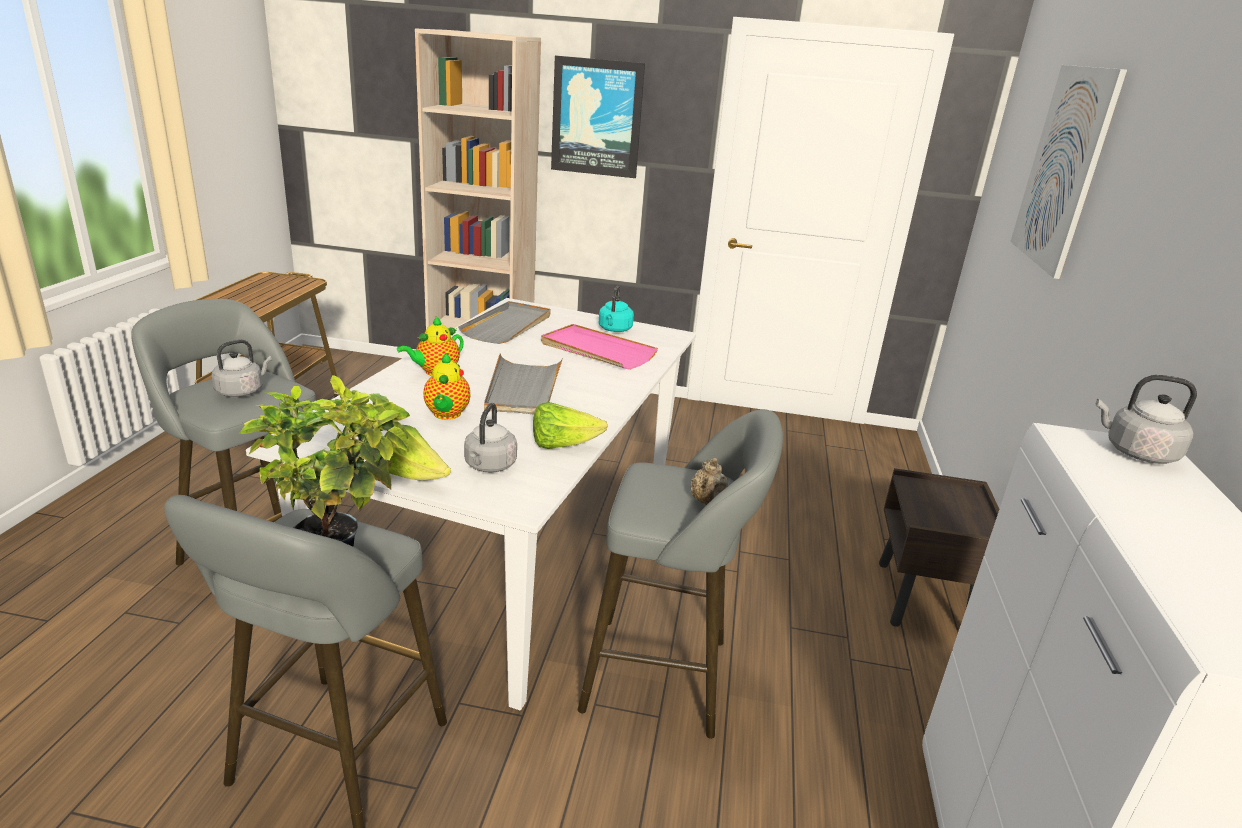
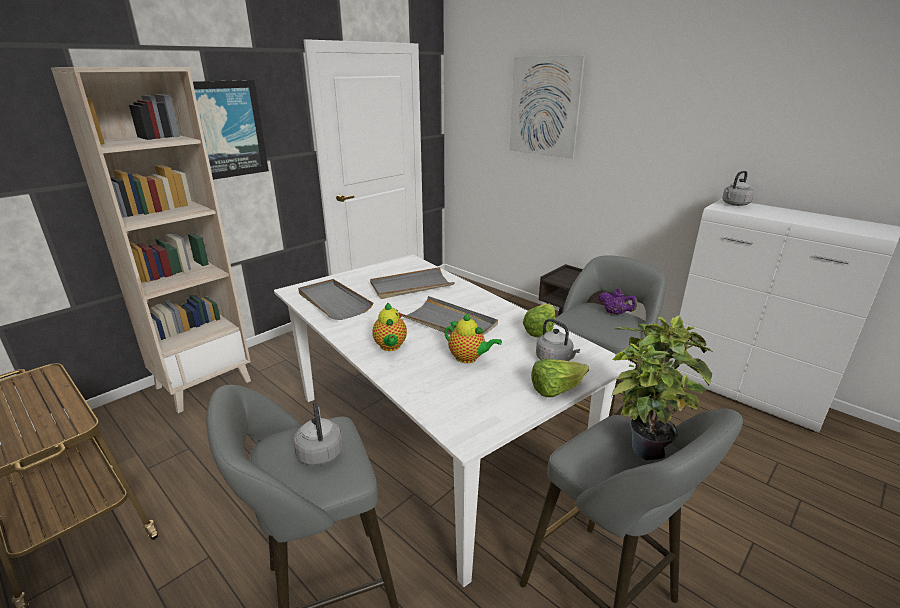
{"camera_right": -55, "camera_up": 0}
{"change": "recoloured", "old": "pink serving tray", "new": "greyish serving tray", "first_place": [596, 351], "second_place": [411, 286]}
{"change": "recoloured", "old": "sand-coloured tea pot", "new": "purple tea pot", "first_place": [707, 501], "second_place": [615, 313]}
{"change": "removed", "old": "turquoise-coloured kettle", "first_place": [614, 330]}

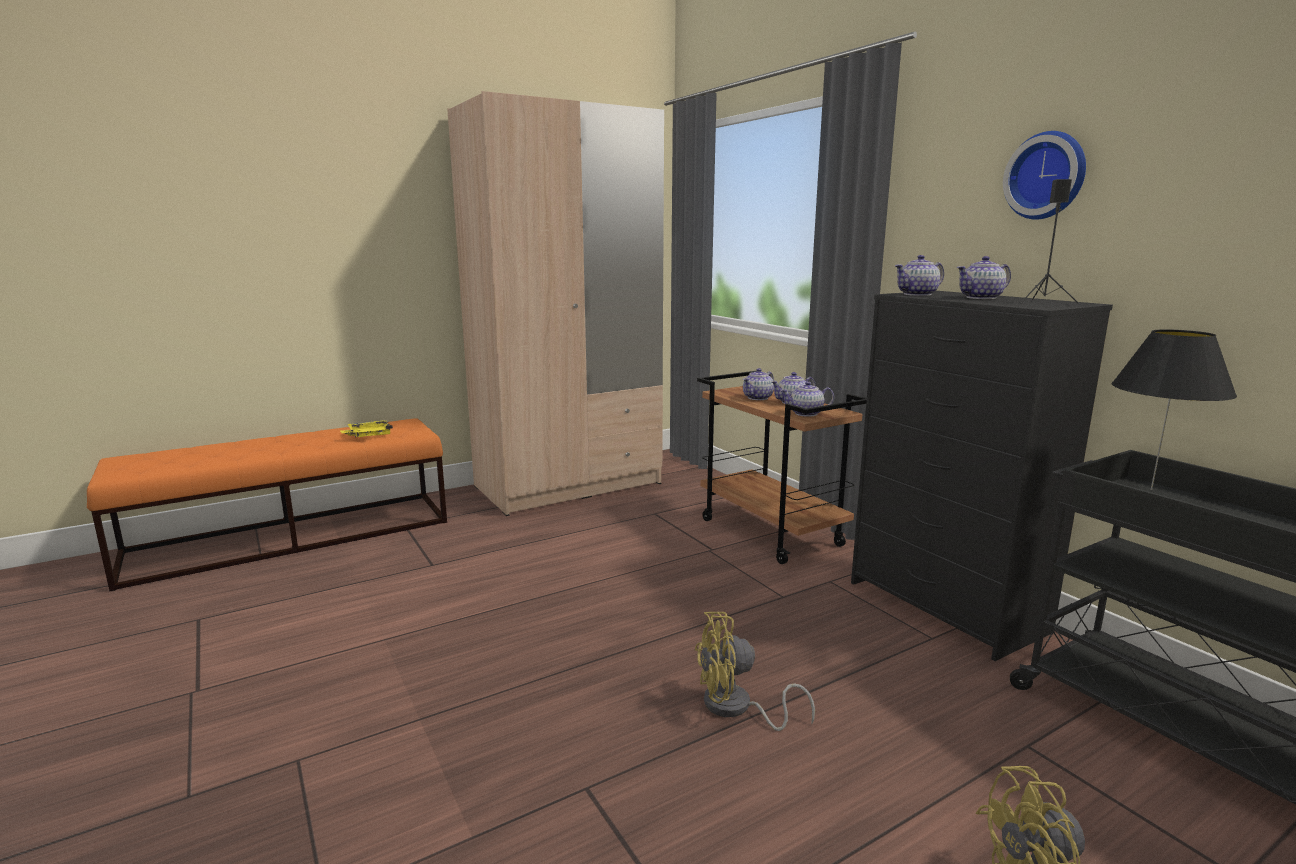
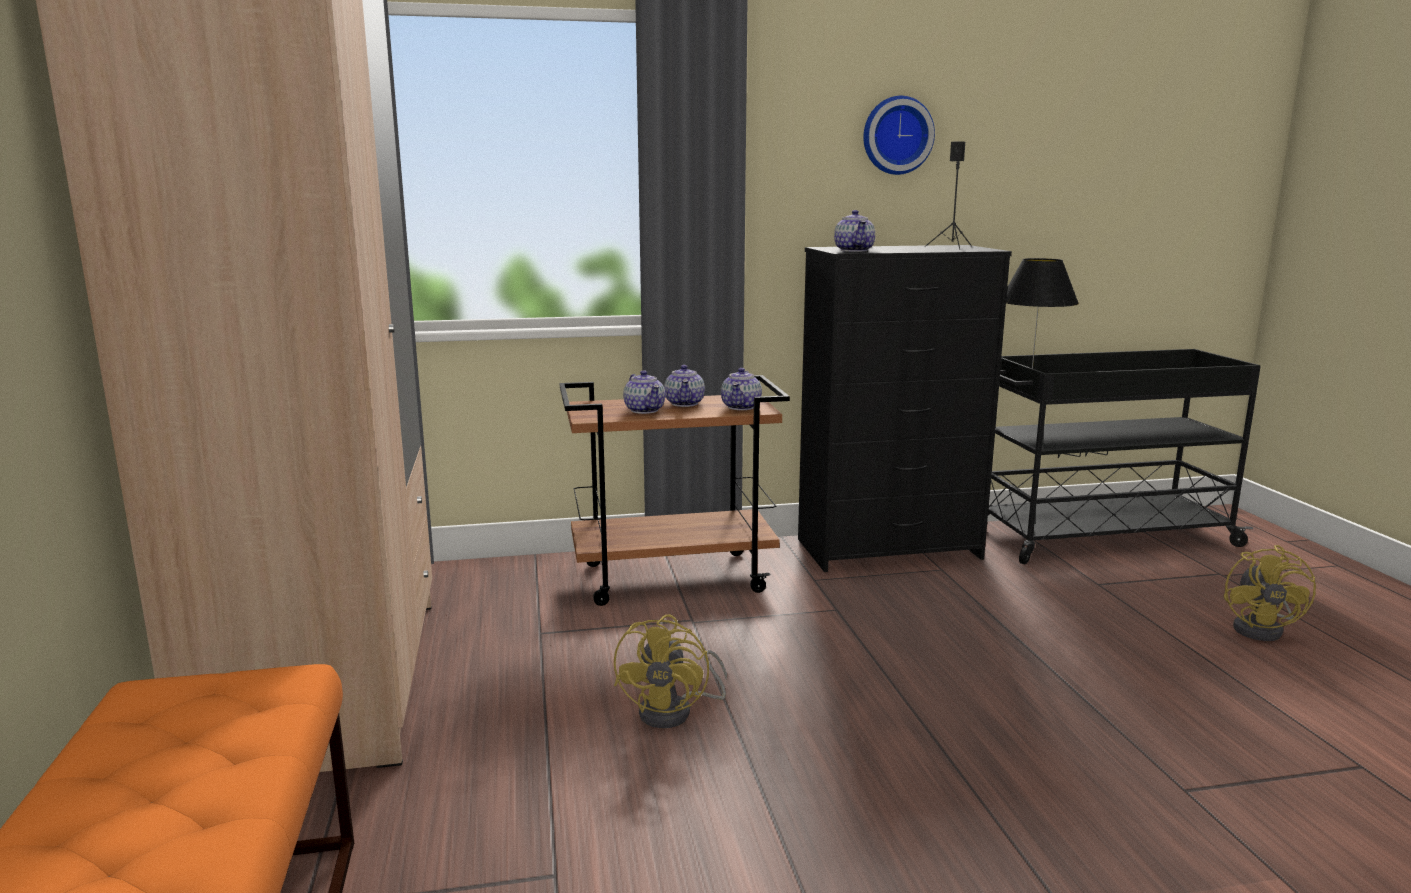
{"camera_right": -70, "camera_up": 0}
{"change": "moved", "old": "yellow cooling fan", "first_place": [736, 708], "second_place": [675, 712]}
{"change": "removed", "old": "yellow serving tray", "first_place": [368, 435]}
{"change": "removed", "old": "tea pot", "first_place": [981, 298]}

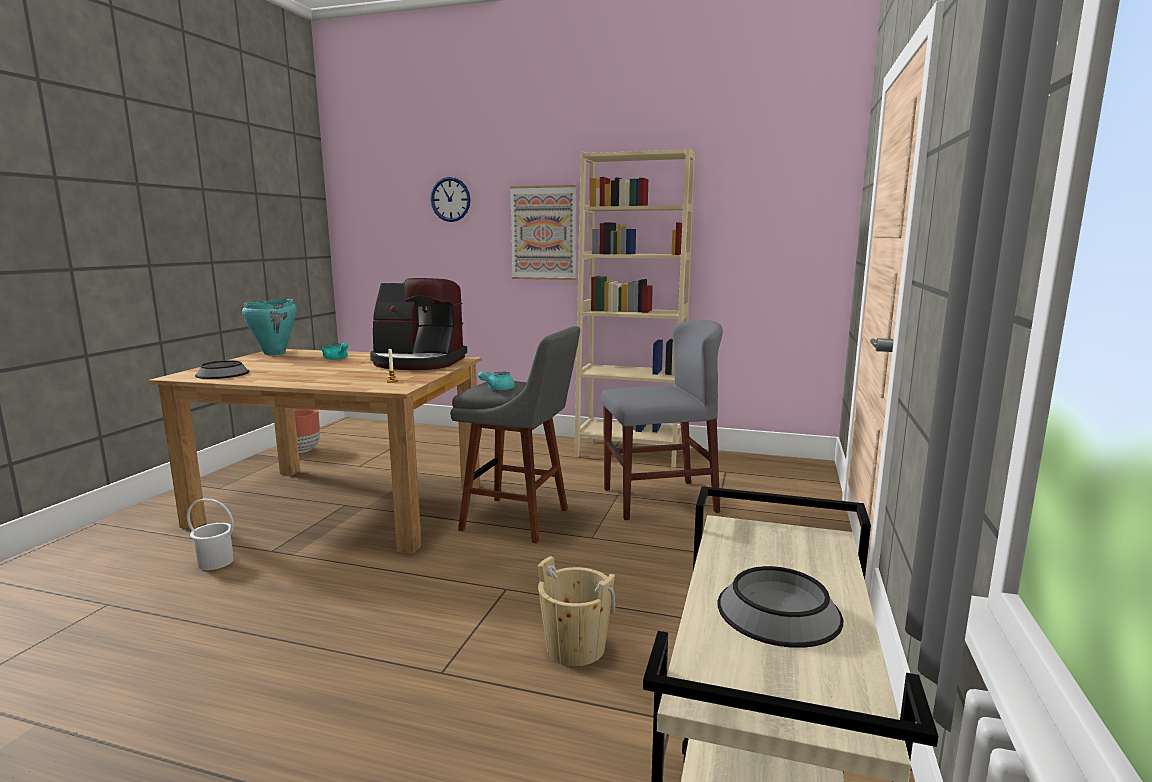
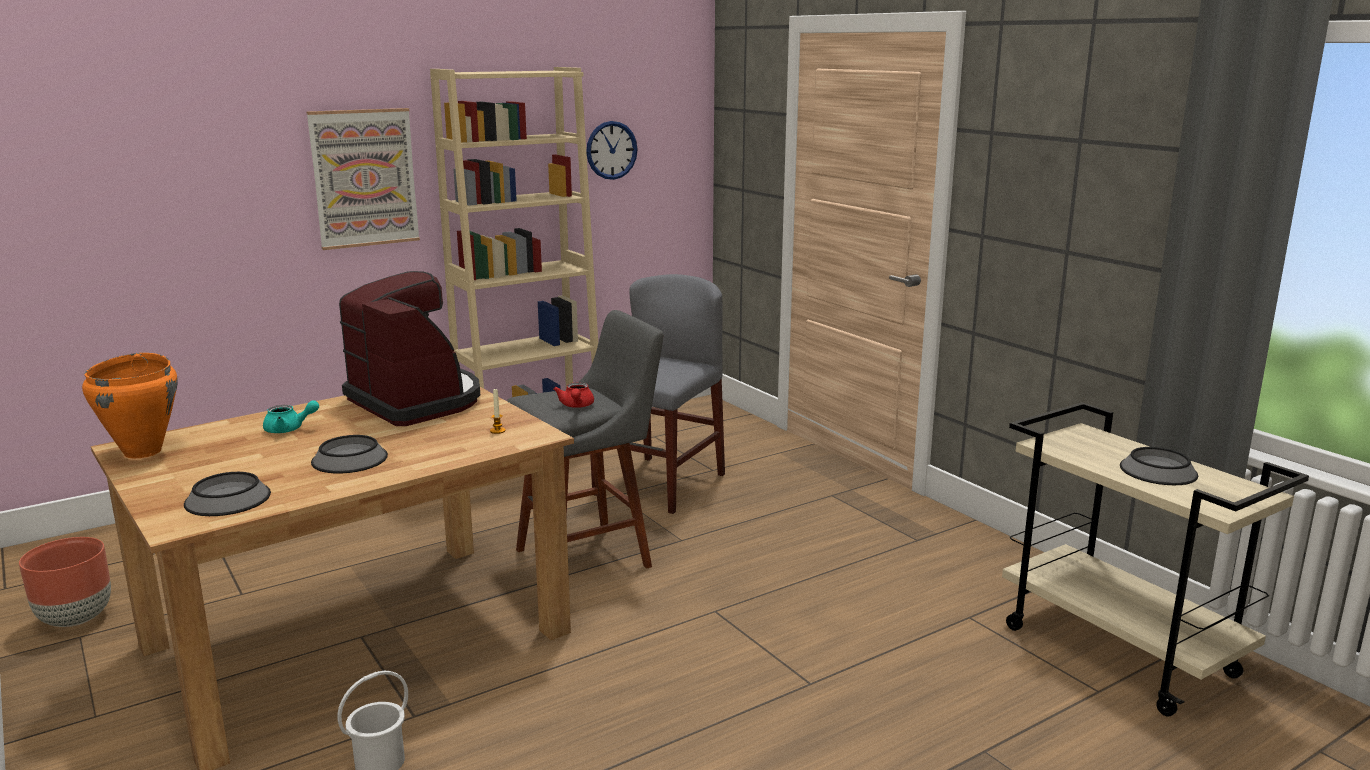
{"camera_right": -50, "camera_up": 5}
{"change": "recoloured", "old": "turquoise-coloured cooking pot", "new": "orange-coloured cooking pot", "first_place": [275, 353], "second_place": [143, 452]}
{"change": "added", "new": "deep dish", "second_place": [349, 459]}
{"change": "turned", "old": "coffee brewer", "first_place": [418, 362], "second_place": [416, 401], "degrees": -90}
{"change": "recoloured", "old": "turquoise-coloured tea pot", "new": "red tea pot", "first_place": [497, 389], "second_place": [576, 406]}
{"change": "moved", "old": "hanging clock", "first_place": [450, 199], "second_place": [611, 150]}
{"change": "removed", "old": "sand-coloured water bucket", "first_place": [575, 648]}

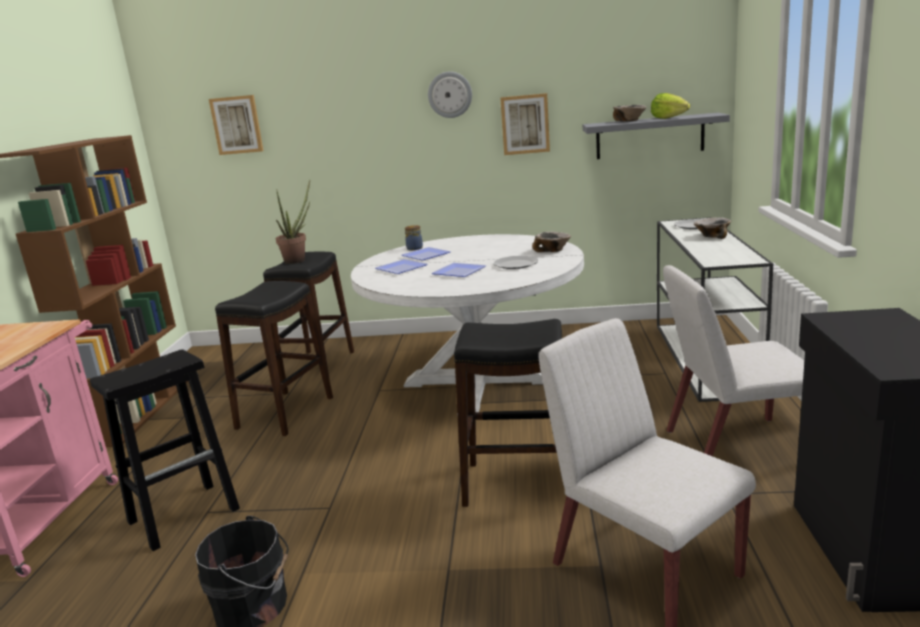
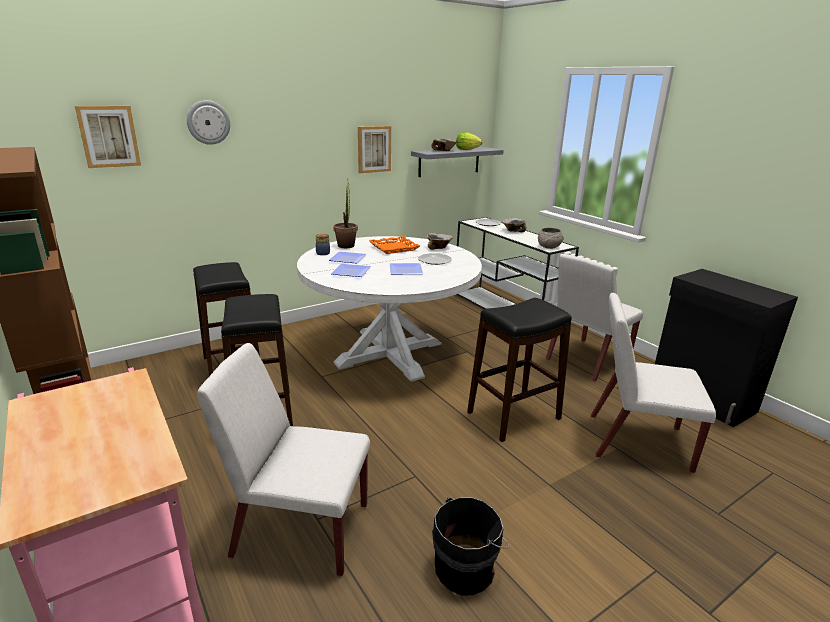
{"camera_right": -40, "camera_up": 5}
{"change": "moved", "old": "hanging clock", "first_place": [450, 94], "second_place": [208, 122]}
{"change": "replaced", "old": "black stool seat", "new": "whitish chair", "first_place": [185, 514], "second_place": [299, 529]}
{"change": "moved", "old": "houseplant", "first_place": [298, 259], "second_place": [346, 244]}
{"change": "added", "new": "orange-coloured serving tray", "second_place": [394, 248]}
{"change": "added", "new": "greyish deep dish", "second_place": [549, 247]}

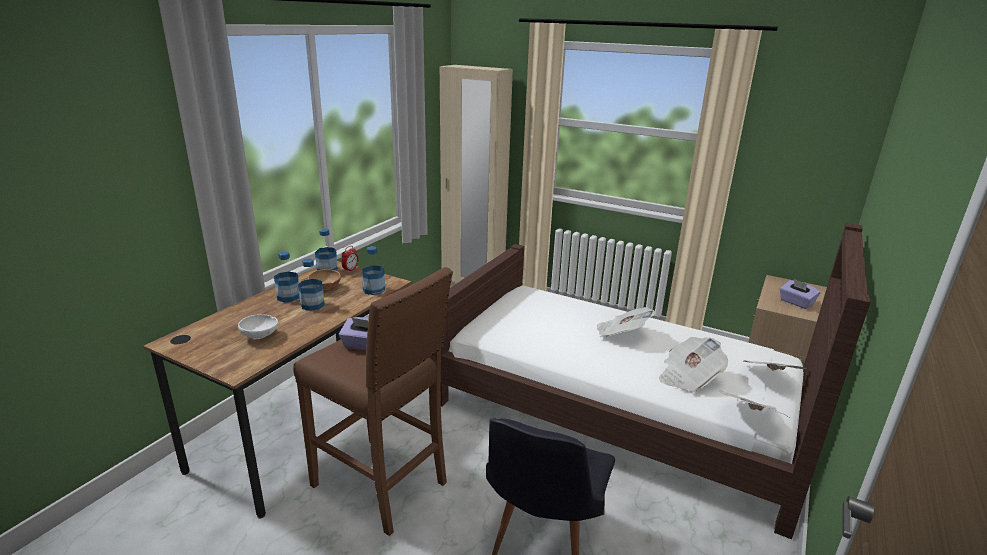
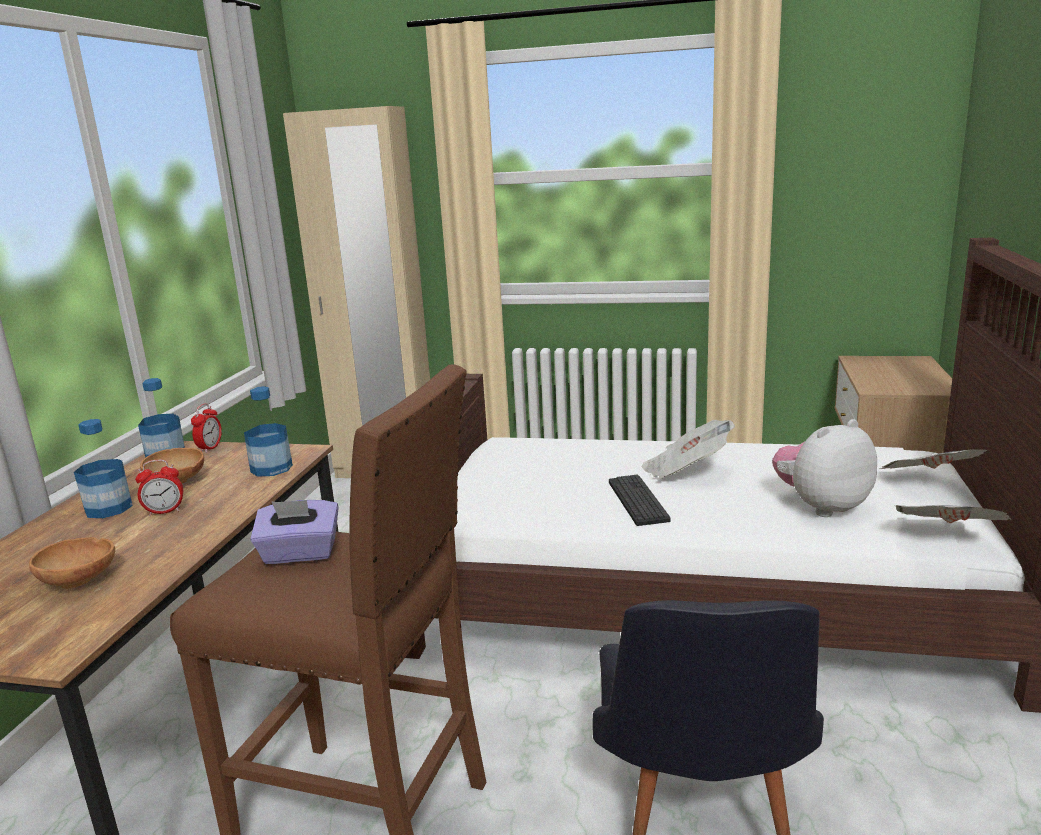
{"camera_right": -15, "camera_up": -5}
{"change": "recoloured", "old": "whitish deep dish", "new": "brownish deep dish", "first_place": [261, 336], "second_place": [81, 581]}
{"change": "replaced", "old": "beverage bottle", "new": "bedside clock", "first_place": [312, 305], "second_place": [165, 511]}
{"change": "added", "new": "computer keyboard", "second_place": [637, 500]}
{"change": "replaced", "old": "printed paper", "new": "soft toy", "first_place": [688, 378], "second_place": [821, 506]}
{"change": "removed", "old": "purple box of tissues", "first_place": [796, 303]}

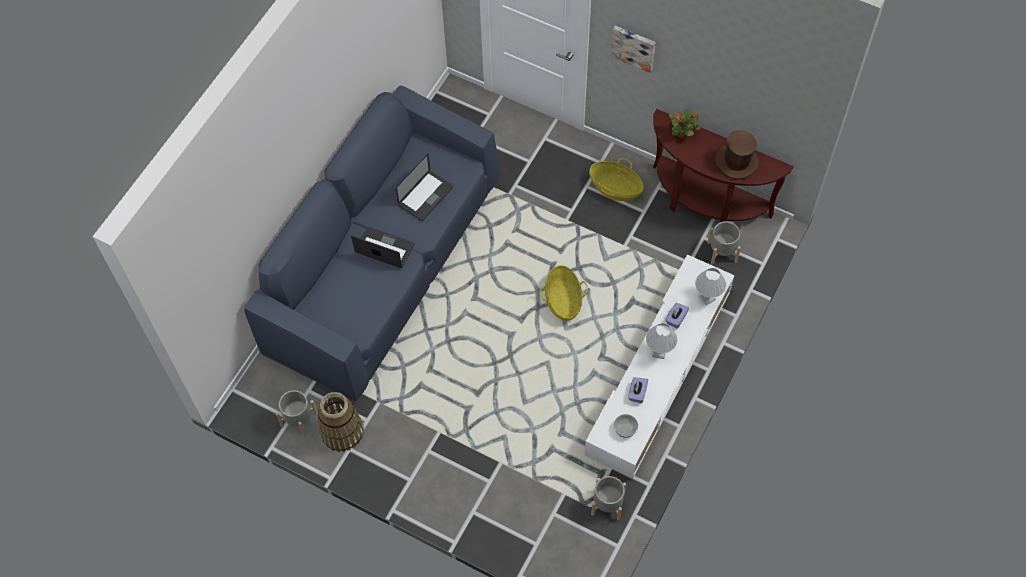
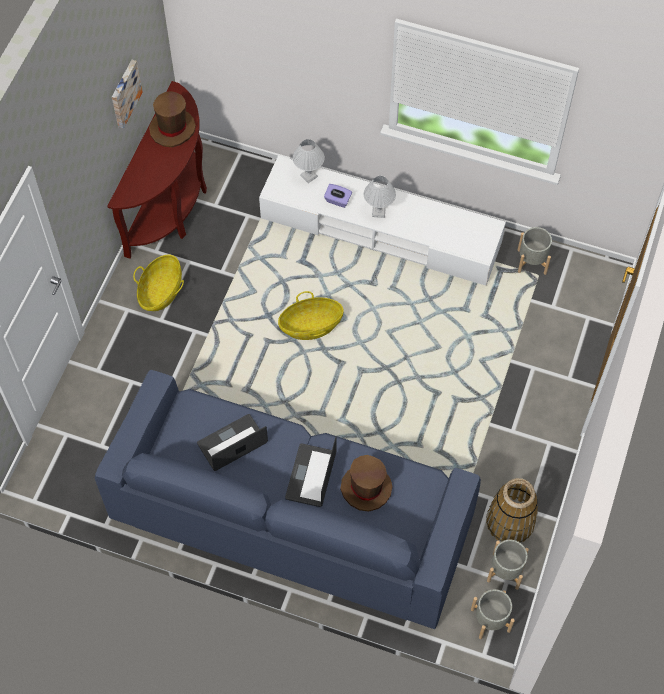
{"camera_right": -100, "camera_up": 0}
{"change": "moved", "old": "wall art", "first_place": [634, 47], "second_place": [124, 93]}
{"change": "turned", "old": "notebook computer", "first_place": [426, 196], "second_place": [232, 443], "degrees": -60}
{"change": "added", "new": "brownish hat", "second_place": [366, 488]}
{"change": "moved", "old": "greyish flower pot", "first_place": [722, 252], "second_place": [490, 620]}
{"change": "removed", "old": "deep dish", "first_place": [625, 429]}
{"change": "removed", "old": "purple box of tissues", "first_place": [637, 393]}
{"change": "removed", "old": "houseplant", "first_place": [683, 134]}

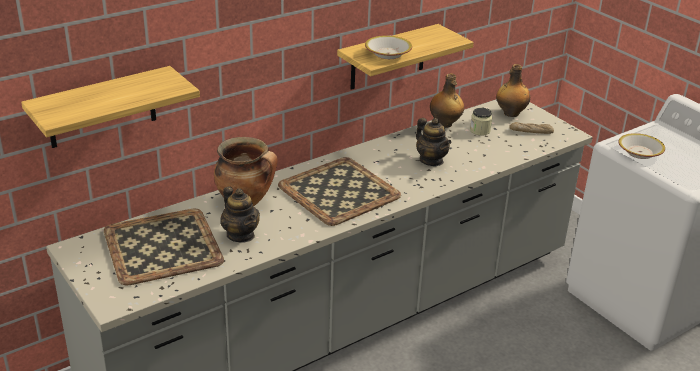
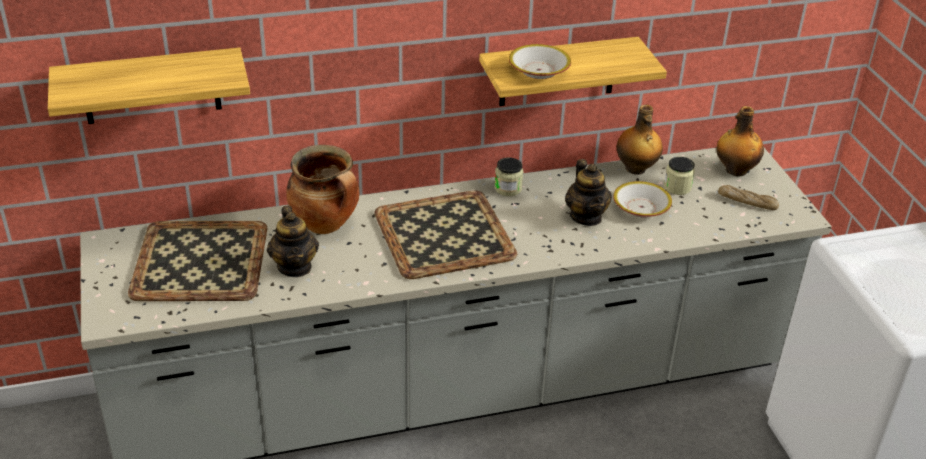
{"camera_right": 20, "camera_up": 5}
{"change": "added", "new": "storage jar", "second_place": [508, 188]}
{"change": "moved", "old": "deep dish", "first_place": [640, 152], "second_place": [641, 207]}

